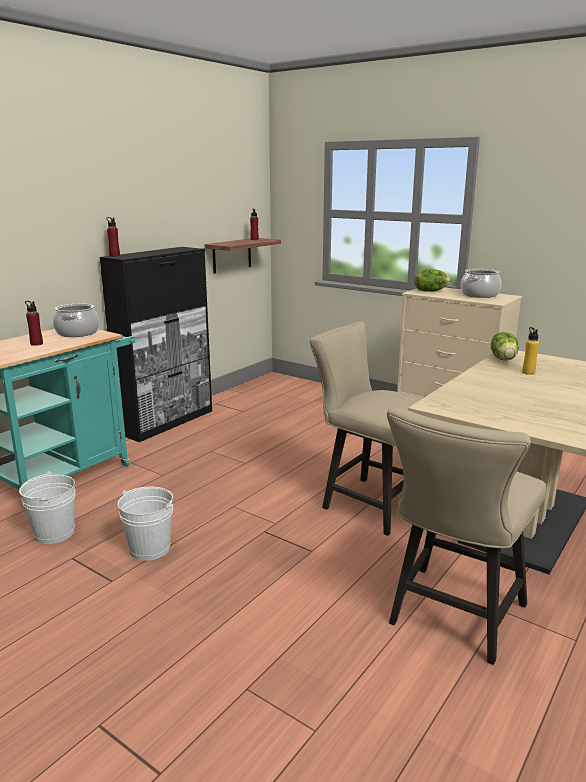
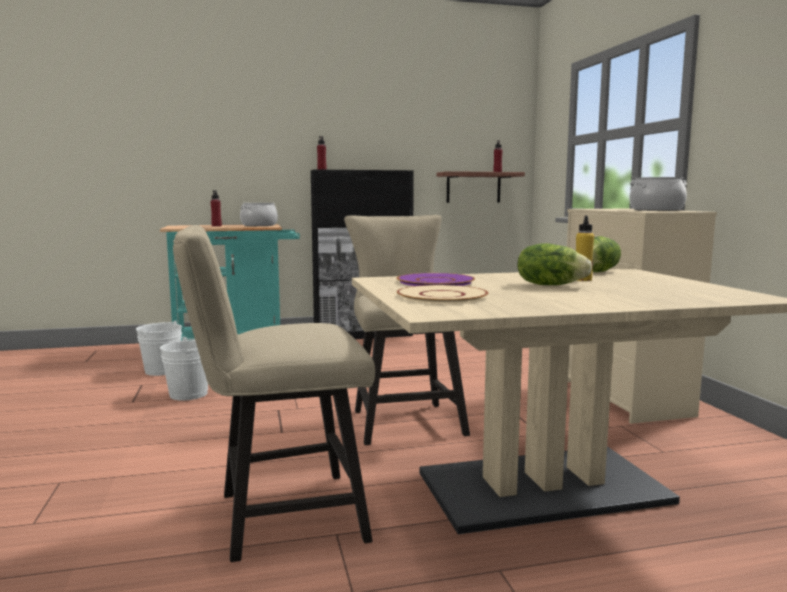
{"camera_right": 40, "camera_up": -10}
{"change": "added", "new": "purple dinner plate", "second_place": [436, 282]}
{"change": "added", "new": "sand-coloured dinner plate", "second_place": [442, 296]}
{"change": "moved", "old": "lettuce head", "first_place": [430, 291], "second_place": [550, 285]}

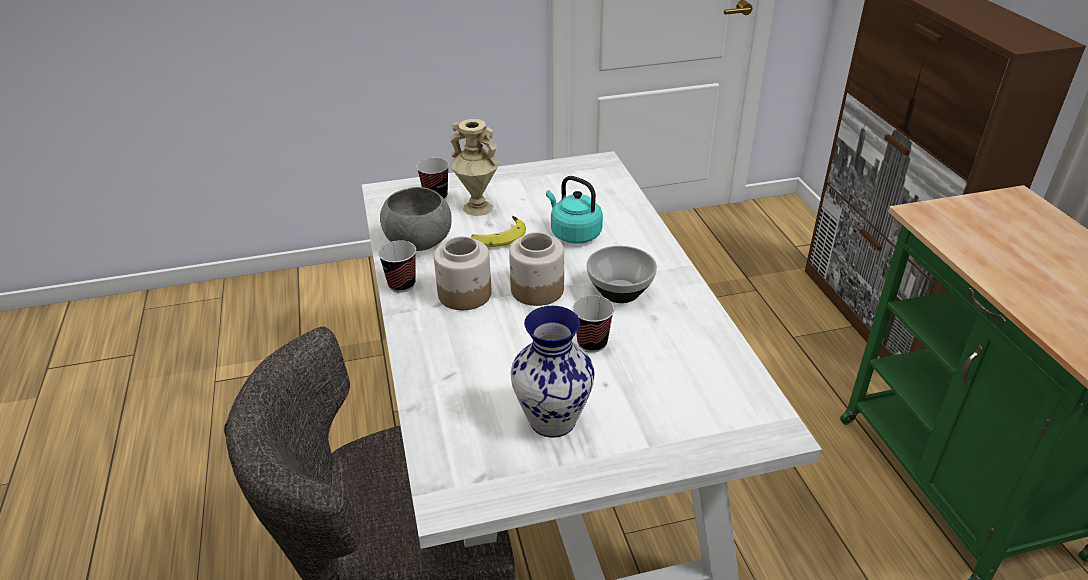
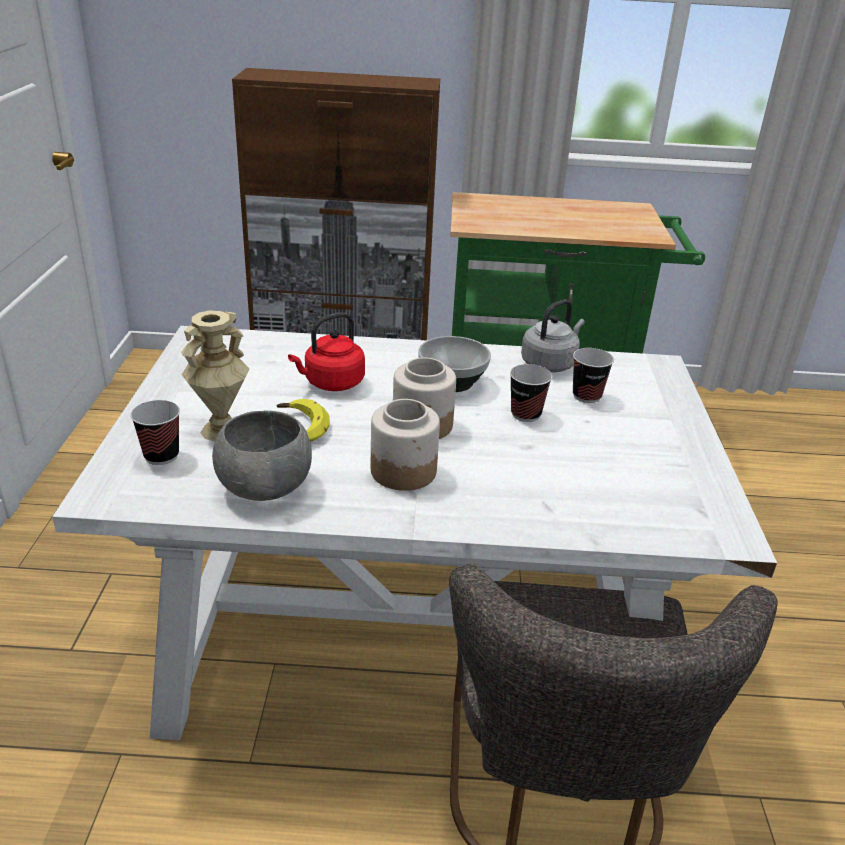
{"camera_right": -75, "camera_up": -5}
{"change": "recoloured", "old": "turquoise-coloured kettle", "new": "red kettle", "first_place": [573, 233], "second_place": [331, 383]}
{"change": "added", "new": "greyish kettle", "second_place": [550, 363]}
{"change": "moved", "old": "cup", "first_place": [401, 284], "second_place": [586, 396]}
{"change": "removed", "old": "flower vase", "first_place": [551, 420]}

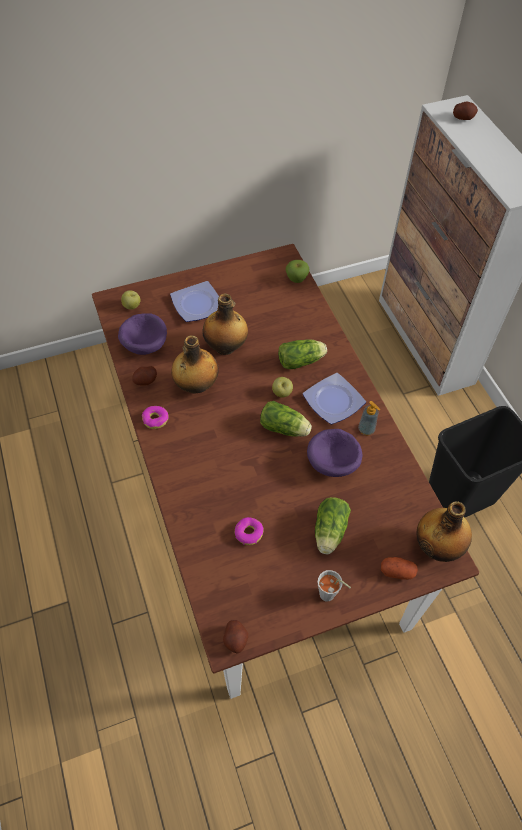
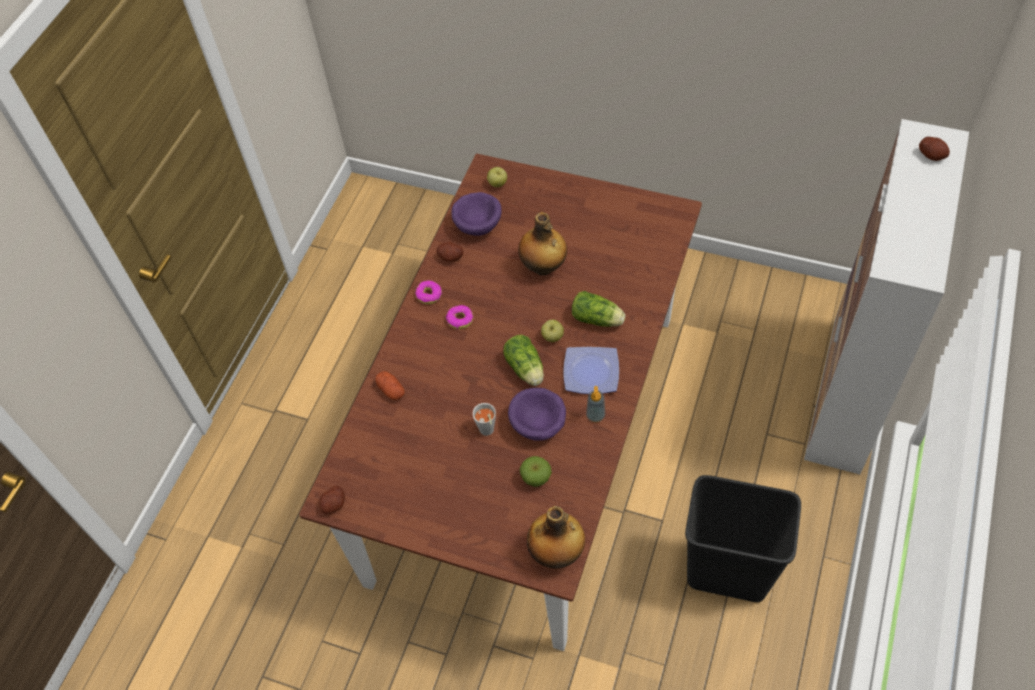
{"camera_right": 45, "camera_up": 0}
{"change": "moved", "old": "potato", "first_place": [397, 571], "second_place": [391, 390]}
{"change": "moved", "old": "donut", "first_place": [248, 533], "second_place": [460, 319]}
{"change": "moved", "old": "greyish cup", "first_place": [329, 596], "second_place": [487, 432]}
{"change": "moved", "old": "whole apple", "first_place": [296, 279], "second_place": [536, 479]}
{"change": "removed", "old": "dinner plate", "first_place": [197, 304]}
{"change": "removed", "old": "beverage bottle", "first_place": [196, 386]}
{"change": "removed", "old": "lettuce head", "first_place": [329, 532]}

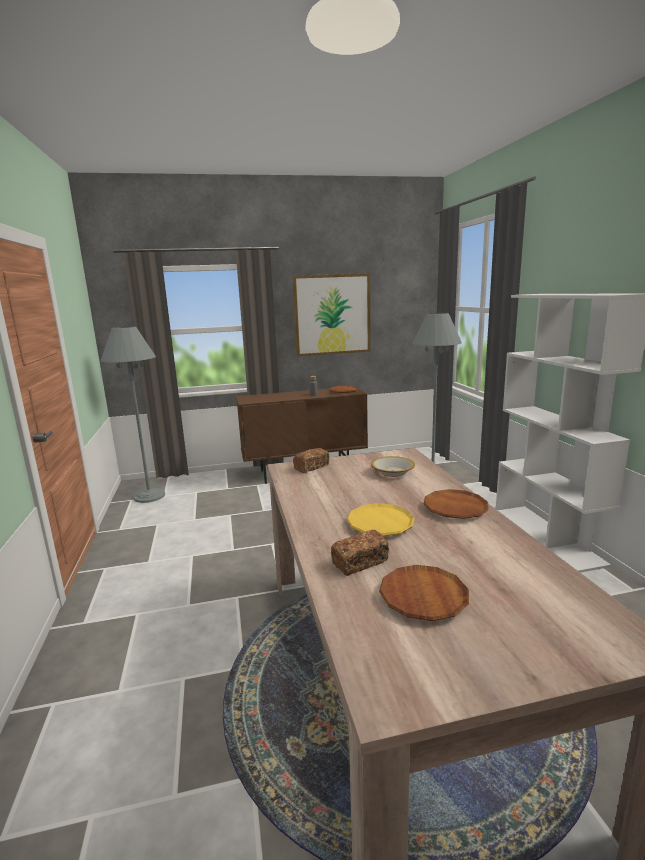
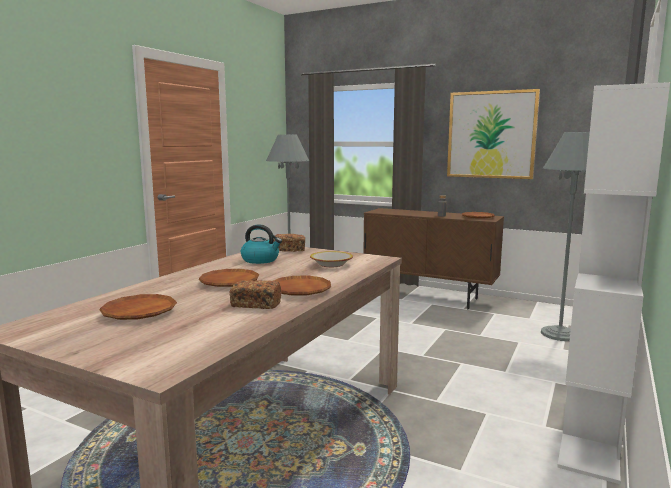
{"camera_right": 40, "camera_up": -5}
{"change": "recoloured", "old": "yellow dinner plate", "new": "brownish dinner plate", "first_place": [380, 524], "second_place": [229, 282]}
{"change": "moved", "old": "bakery bread", "first_place": [360, 562], "second_place": [255, 305]}
{"change": "added", "new": "kettle", "second_place": [261, 260]}

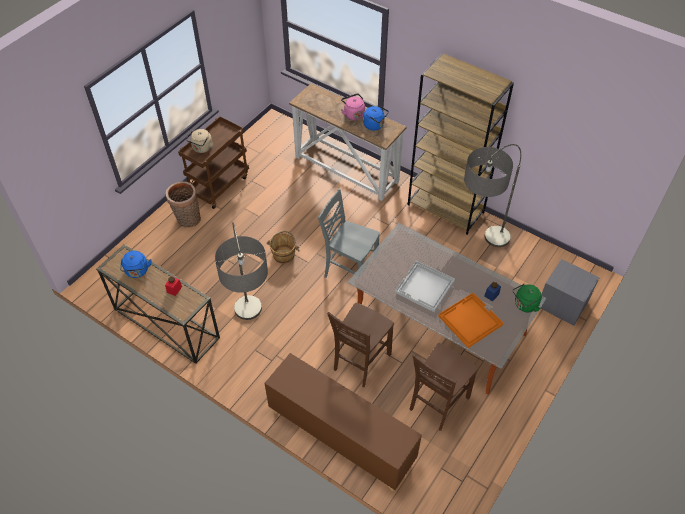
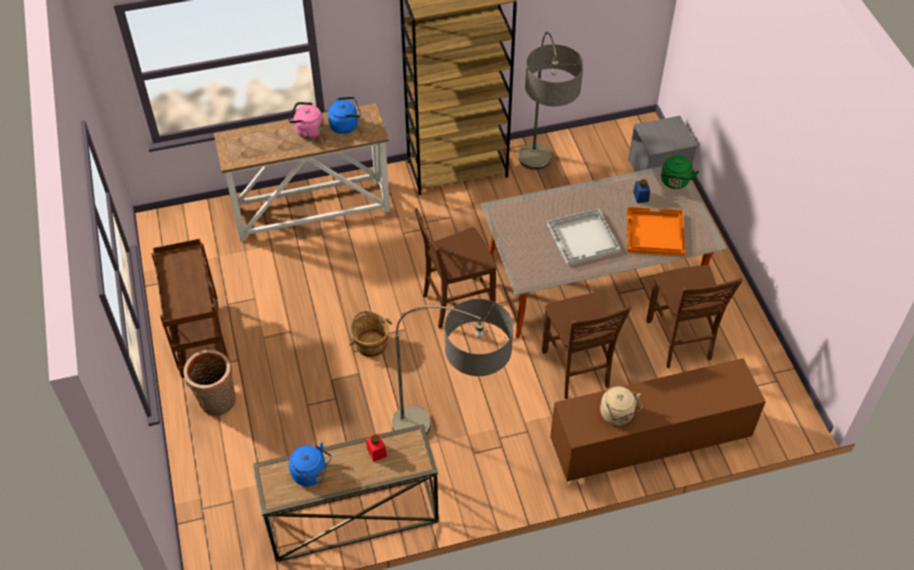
{"camera_right": -50, "camera_up": 0}
{"change": "recoloured", "old": "greyish chair", "new": "brownish chair", "first_place": [349, 273], "second_place": [456, 303]}
{"change": "moved", "old": "sand-coloured kettle", "first_place": [202, 148], "second_place": [618, 415]}

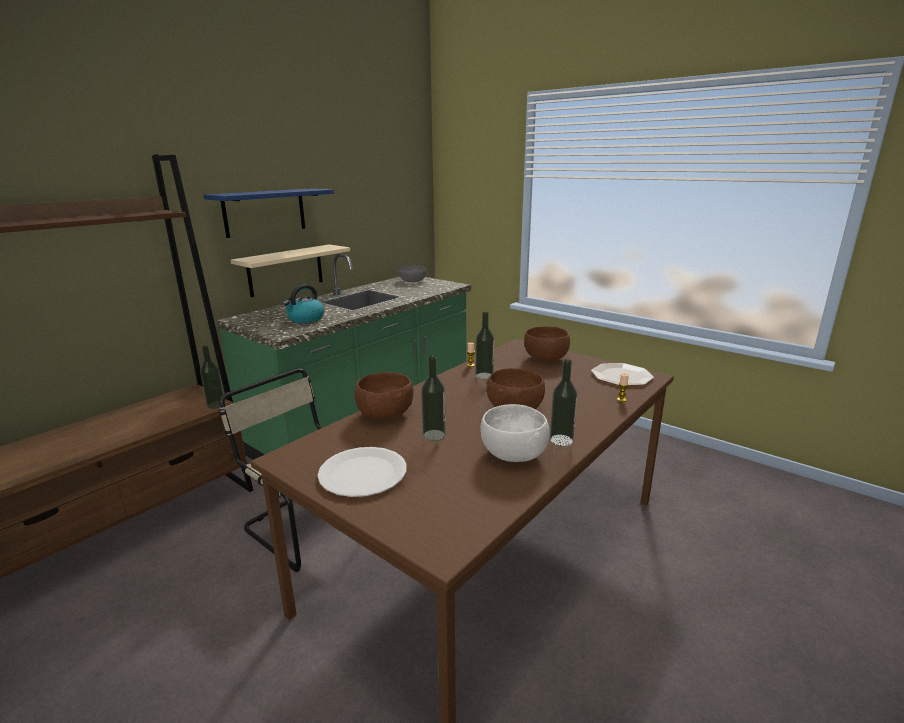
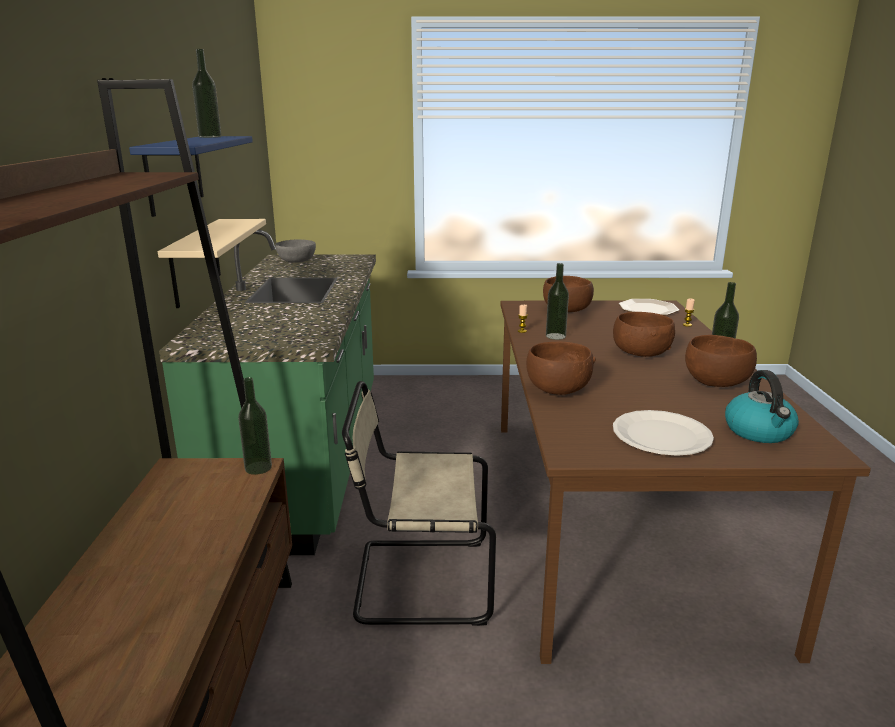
{"camera_right": -40, "camera_up": 0}
{"change": "moved", "old": "beverage bottle", "first_place": [434, 435], "second_place": [210, 137]}
{"change": "recoloured", "old": "whitish deep dish", "new": "brownish deep dish", "first_place": [514, 454], "second_place": [717, 382]}
{"change": "moved", "old": "kettle", "first_place": [305, 319], "second_place": [759, 432]}

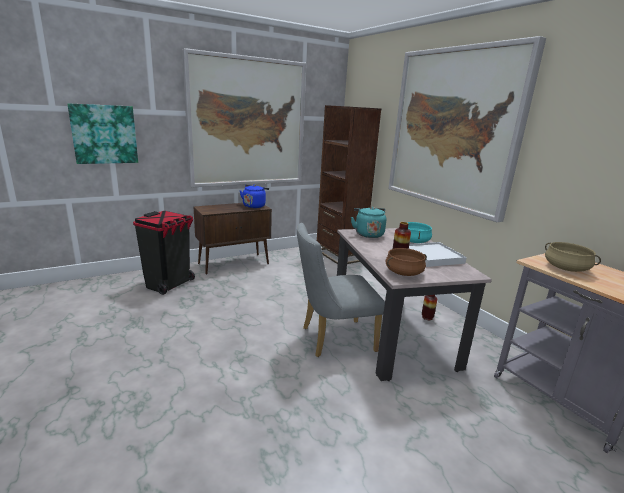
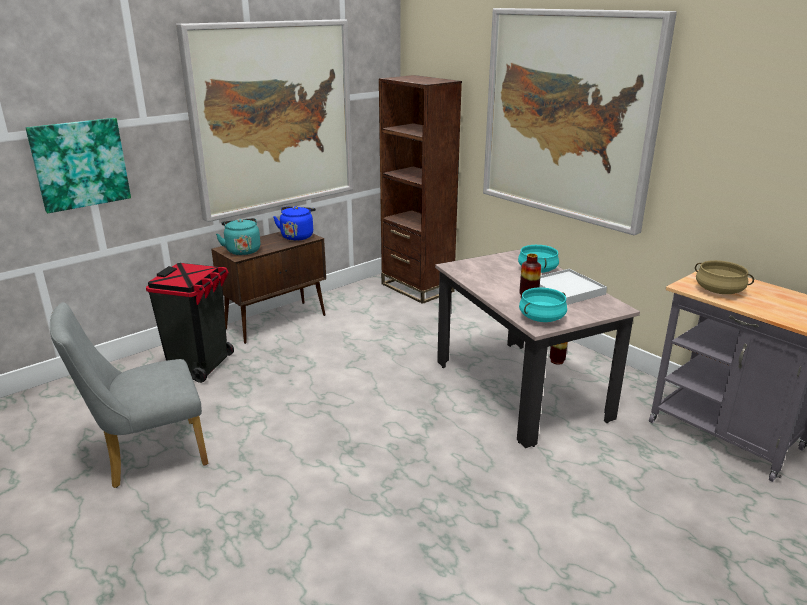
{"camera_right": -10, "camera_up": 5}
{"change": "moved", "old": "greyish chair", "first_place": [332, 339], "second_place": [147, 456]}
{"change": "moved", "old": "turquoise-coloured kettle", "first_place": [368, 234], "second_place": [242, 250]}
{"change": "recoloured", "old": "brownish cooking pot", "new": "turquoise-coloured cooking pot", "first_place": [404, 273], "second_place": [542, 318]}

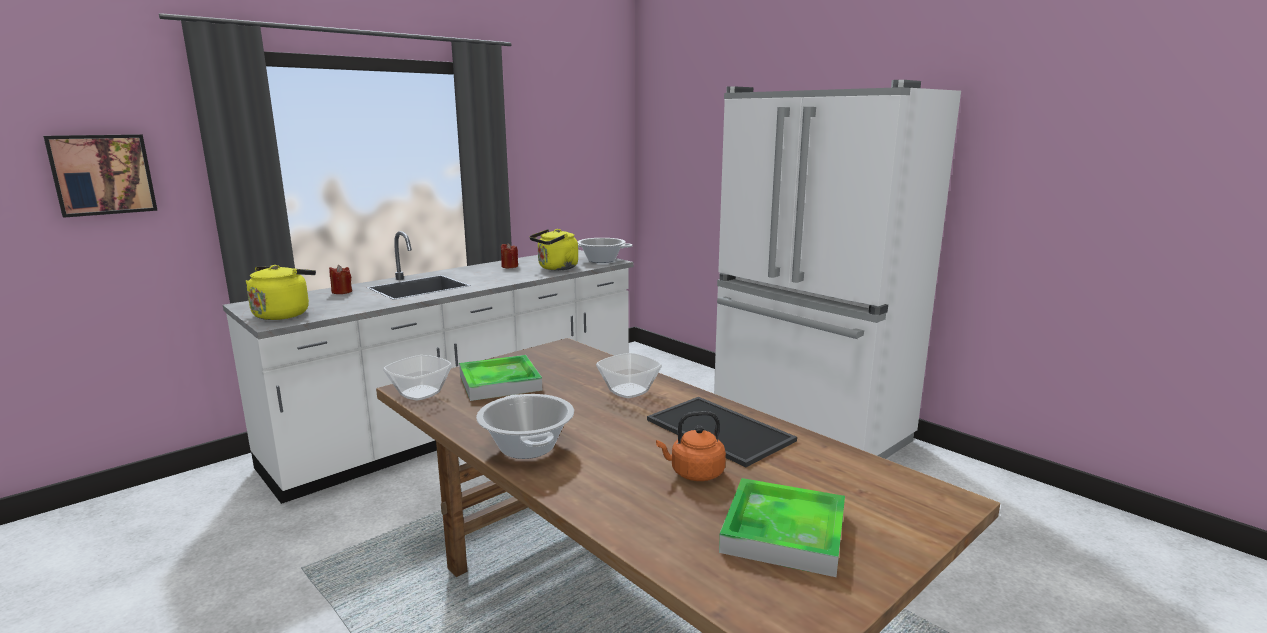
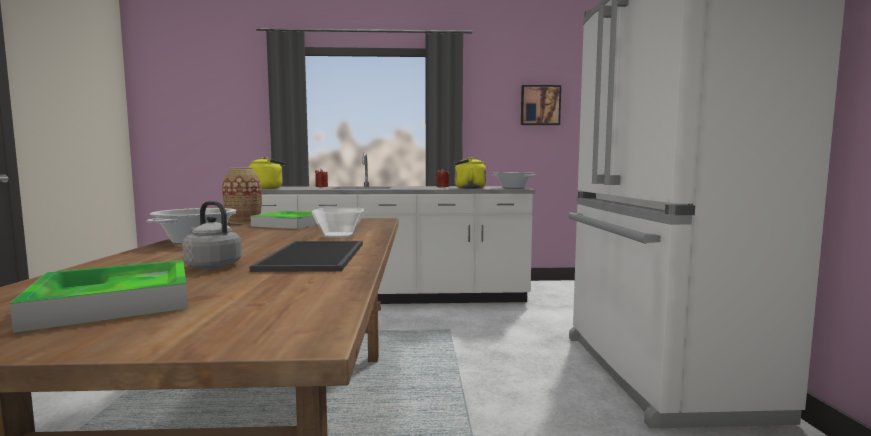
{"camera_right": 40, "camera_up": -10}
{"change": "recoloured", "old": "orange-coloured kettle", "new": "greyish kettle", "first_place": [694, 473], "second_place": [211, 266]}
{"change": "replaced", "old": "deep dish", "new": "flower vase", "first_place": [419, 393], "second_place": [243, 222]}
{"change": "moved", "old": "wall art", "first_place": [102, 174], "second_place": [540, 105]}

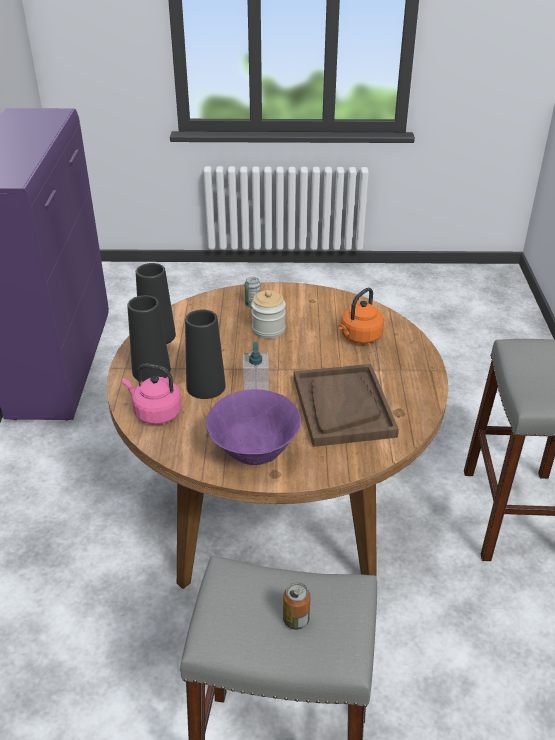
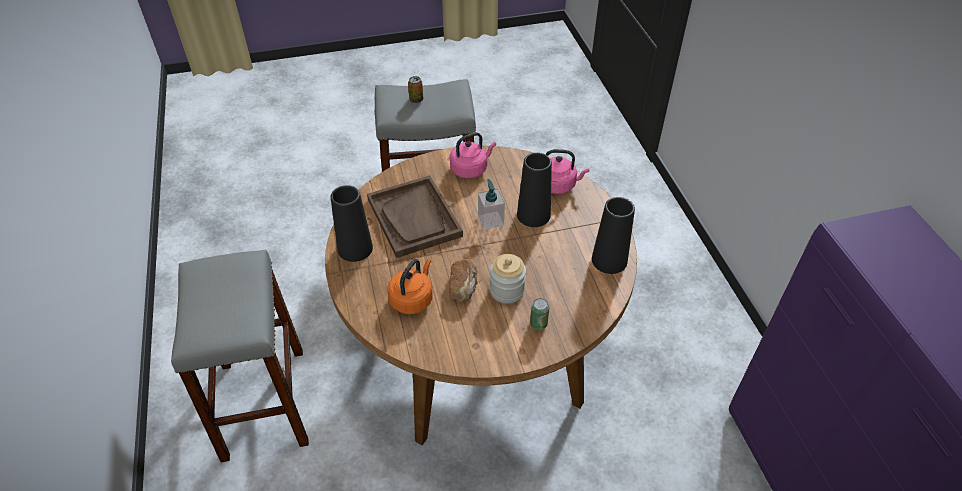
{"camera_right": 165, "camera_up": 10}
{"change": "moved", "old": "black flower vase", "first_place": [151, 371], "second_place": [355, 248]}
{"change": "added", "new": "bakery bread", "second_place": [464, 287]}
{"change": "replaced", "old": "purple deep dish", "new": "pink kettle", "first_place": [254, 453], "second_place": [470, 169]}

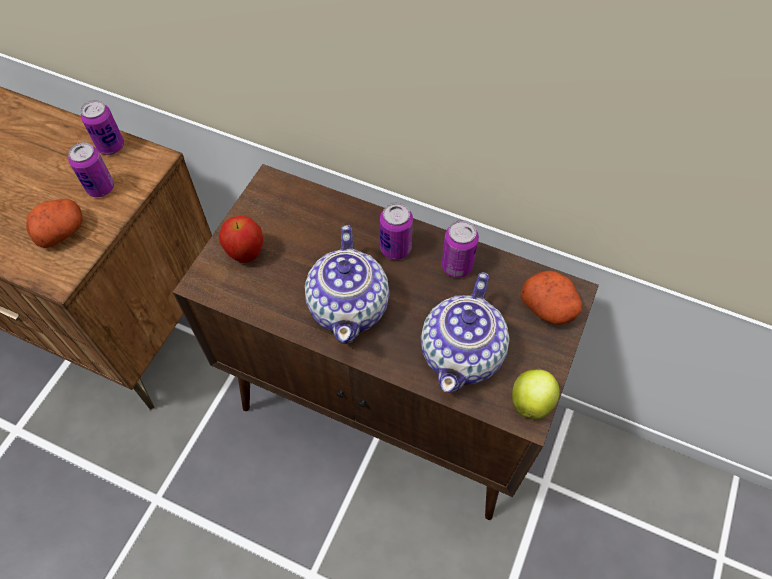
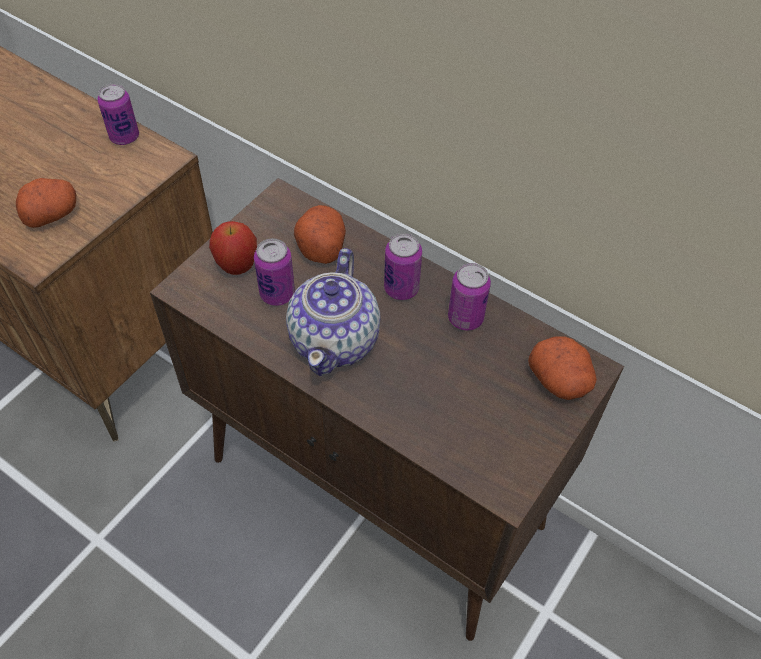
{"camera_right": 10, "camera_up": -5}
{"change": "moved", "old": "sealed can", "first_place": [101, 188], "second_place": [277, 294]}
{"change": "added", "new": "potato", "second_place": [320, 245]}
{"change": "removed", "old": "tea pot", "first_place": [462, 353]}
{"change": "removed", "old": "whole apple", "first_place": [531, 401]}

